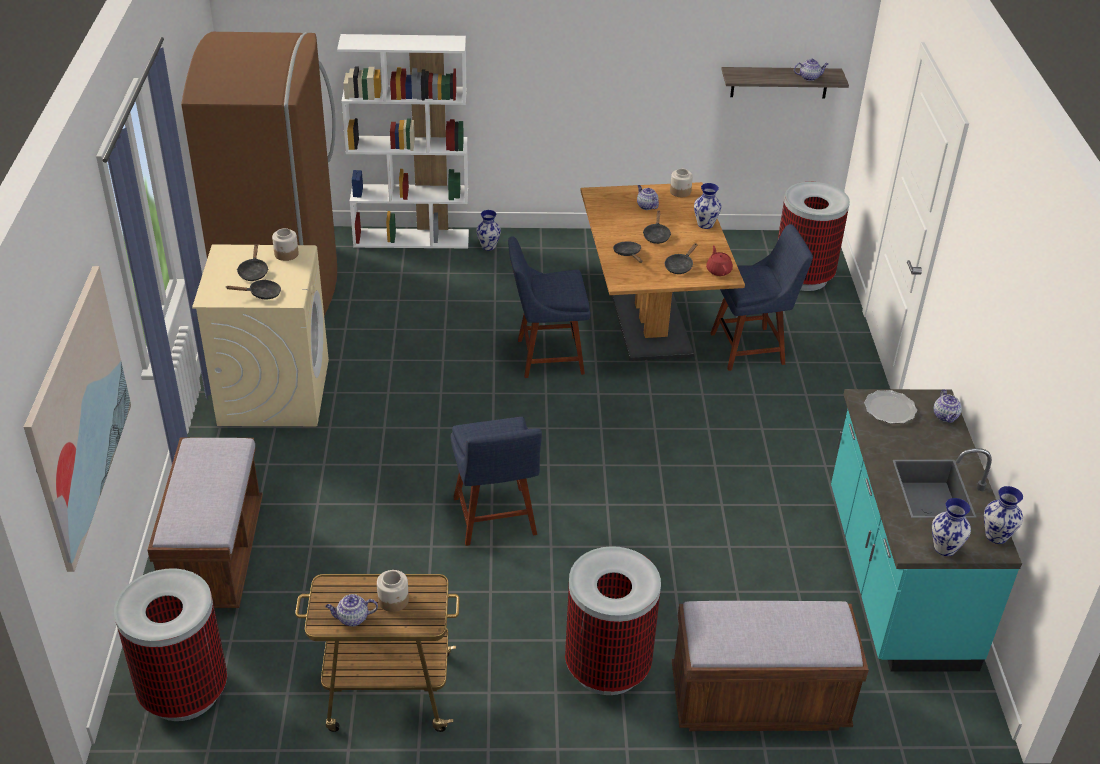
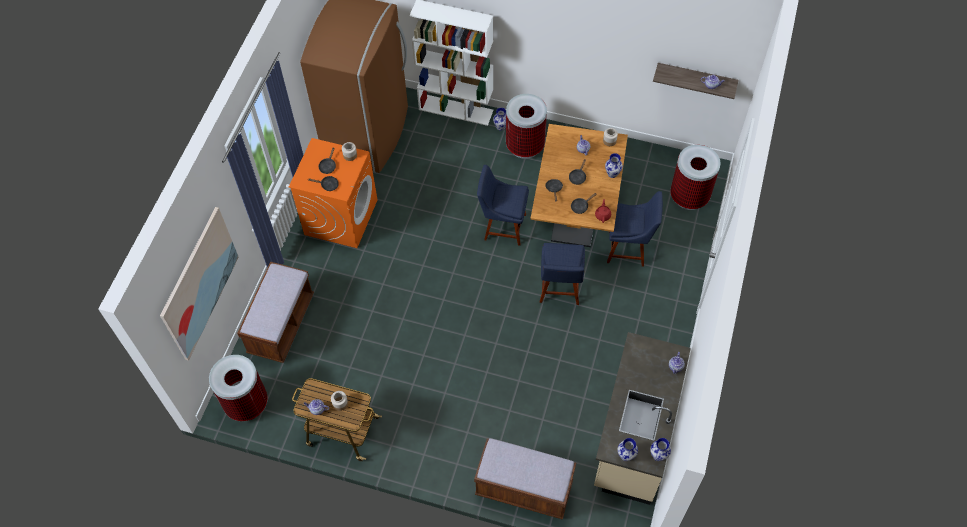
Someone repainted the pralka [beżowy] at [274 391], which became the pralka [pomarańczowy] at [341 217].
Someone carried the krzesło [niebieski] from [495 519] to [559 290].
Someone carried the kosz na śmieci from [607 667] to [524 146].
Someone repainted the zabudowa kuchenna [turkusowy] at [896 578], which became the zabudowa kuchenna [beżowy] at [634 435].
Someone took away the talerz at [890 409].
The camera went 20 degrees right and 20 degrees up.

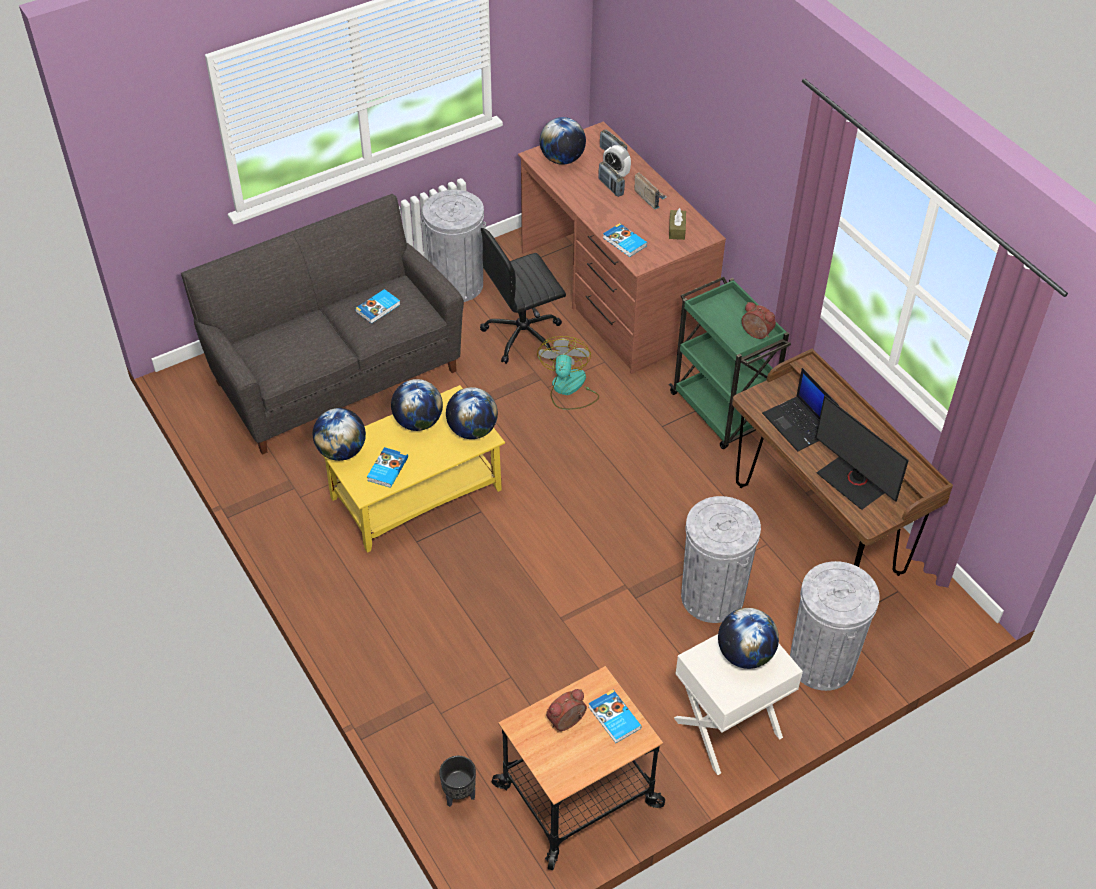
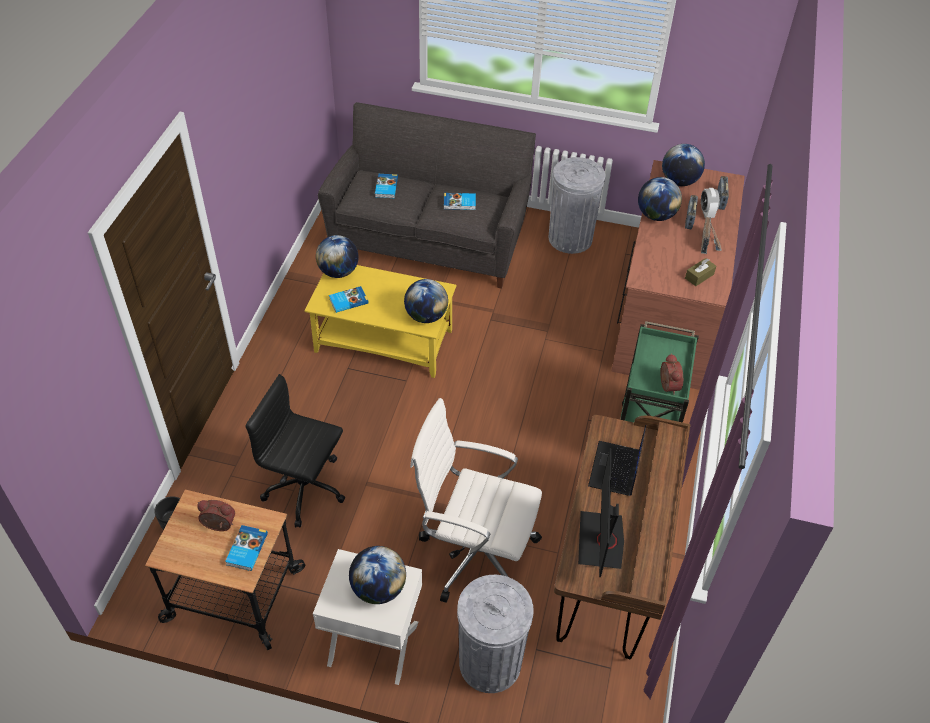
Someone carried the globus from [418 422] to [656 215].
Someone carried the krzesło biurowe [czarny] from [524 335] to [306 489].
Someone took away the wentylator at [568 389].
Someone carried the książka from [624 242] to [385 187].
Someone swapped the kosz na śmieci [szary] at [712 597] for the krzesło biurowe [biały] at [475 553].
The camera went 45 degrees right and 0 degrees up.

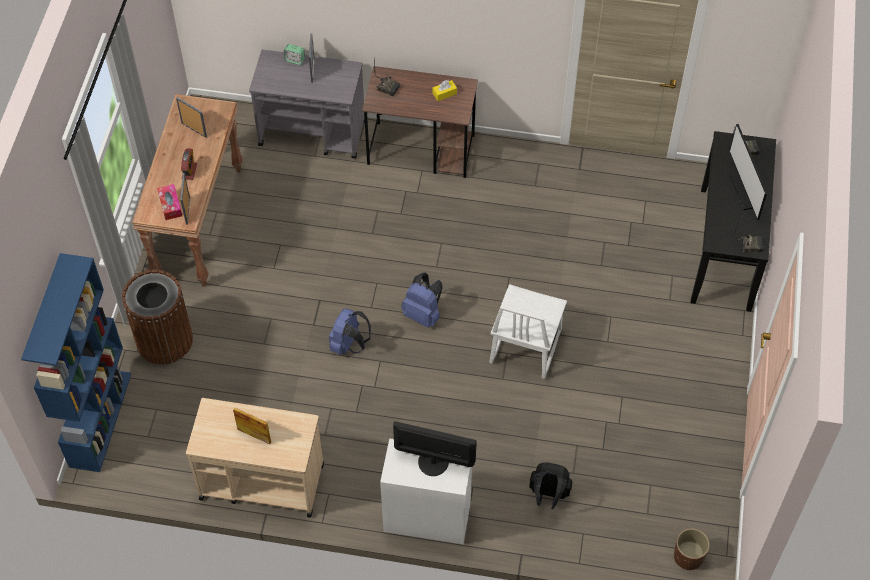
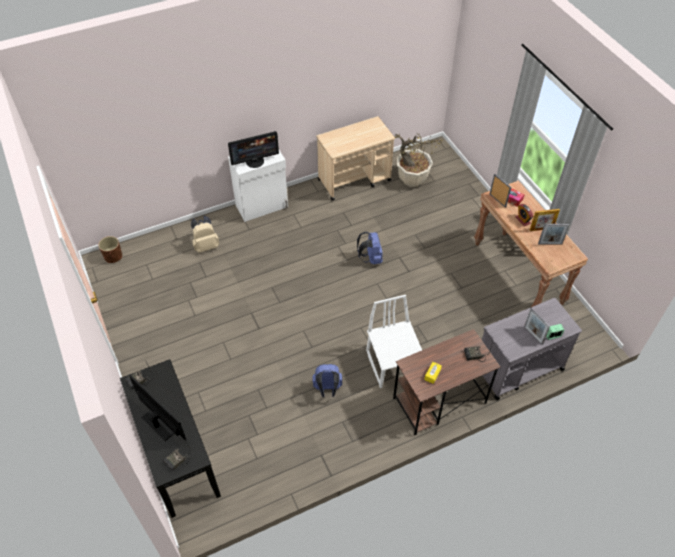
Someone took away the regał [niebieski] at [100 419].
Someone took away the kosz na śmieci [brązowy] at [164 340].
Someone carried the ramka na zdjęcie from [254 435] to [541 229].
Someone carried the plecak [niebieski] from [423 314] to [327 389].
Someone carried the krzesło [biały] from [524 346] to [393 364].
Someone repainted the plecak [czarny] at [548 495], which became the plecak [beżowy] at [206 245].
Someone put down the roślina doniczkowa at [412 178].
The camera went 145 degrees right and 5 degrees down.

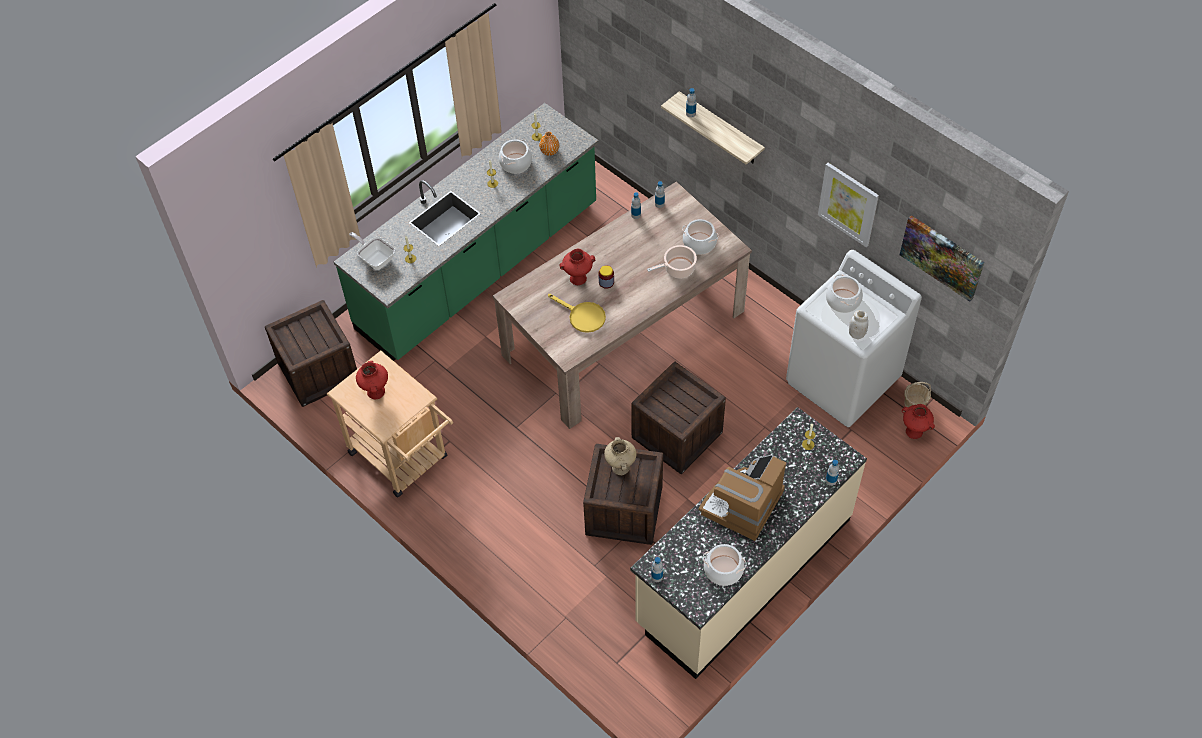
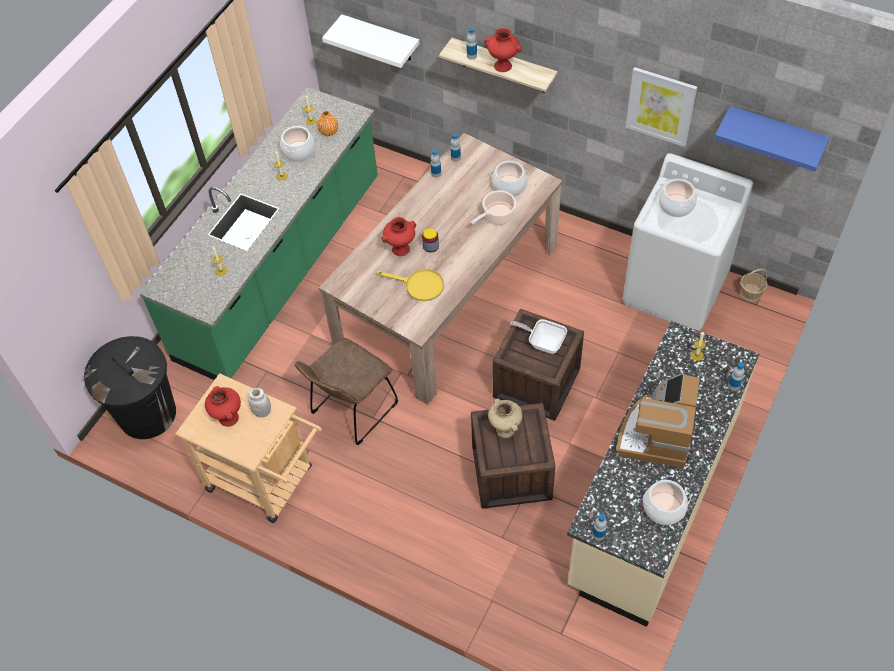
Someone swapped the skrzynka at [318 371] for the kosz na śmieci [czarny] at [147 413].
Someone carried the patelnia from [375 258] to [543 342].
Someone carried the słoik [biały] from [856 334] to [262 412].
Someone swapped the obraz at [942 257] for the półka [niebieski] at [775 133].
Someone carried the wazon [czerwony] from [914 431] to [503 65].
Someone put down the krzesło [brązowy] at [351 411].
Someone put up the półka [biały] at [381 38].
The camera went 15 degrees left and 0 degrees up.

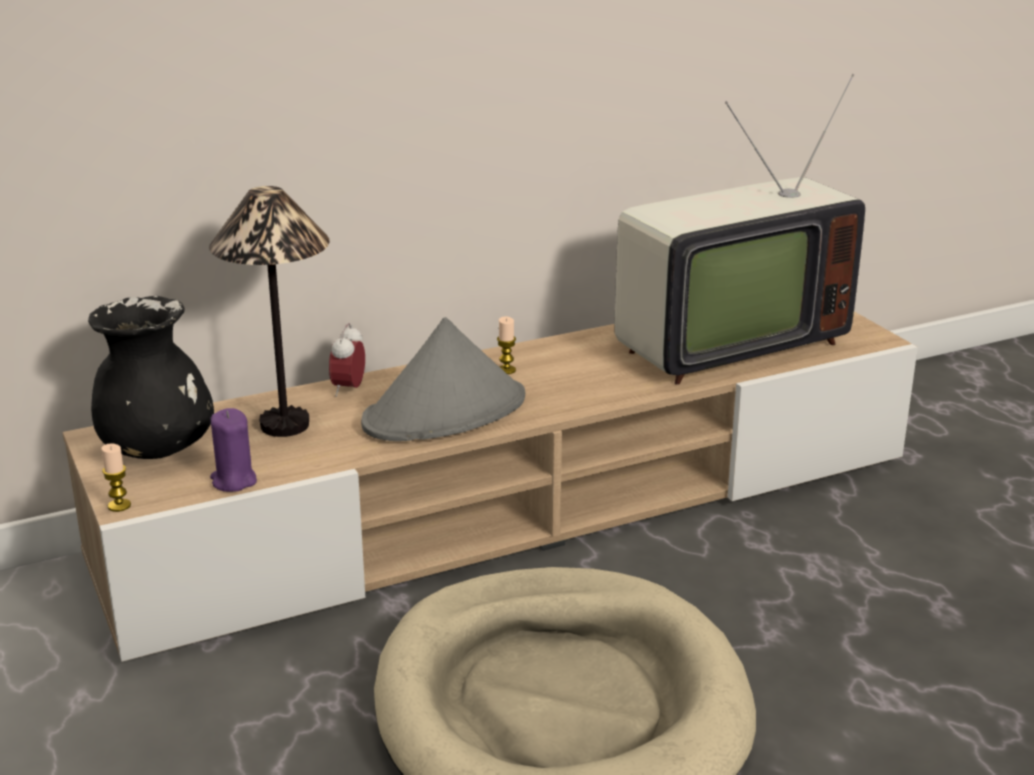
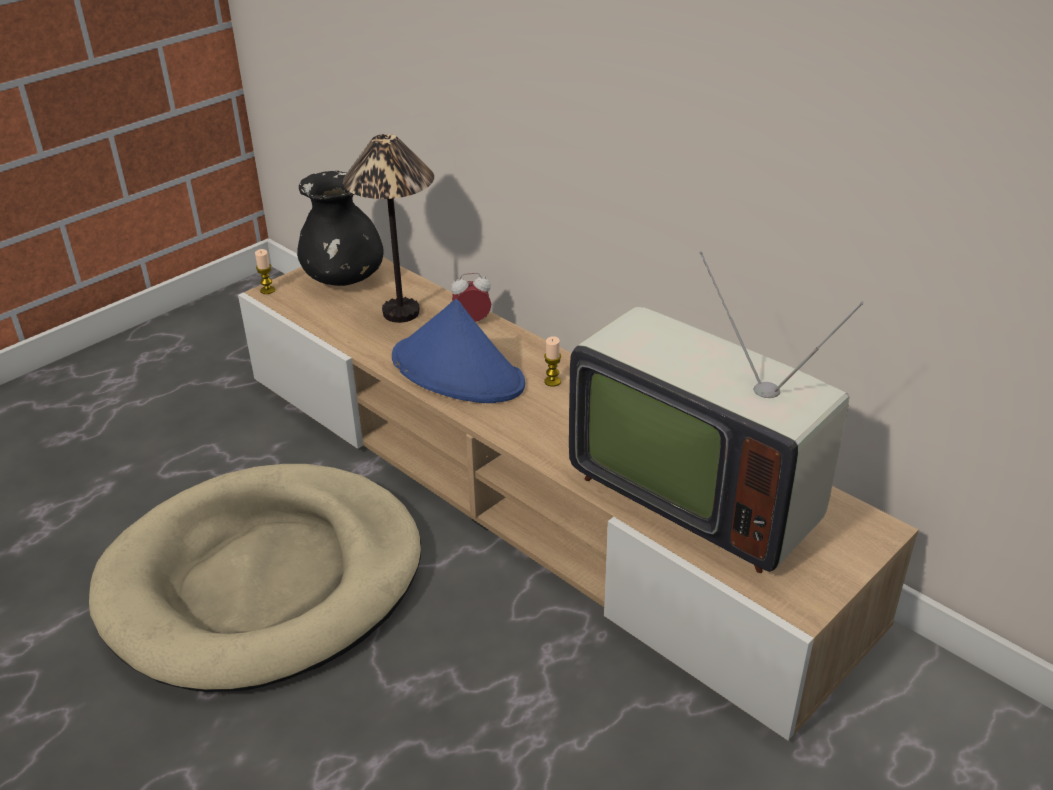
Someone took away the świeca [fioletowy] at [233 481].
Someone repainted the kapelusz [szary] at [445 412], which became the kapelusz [niebieski] at [458 372].
The camera went 70 degrees right and 10 degrees up.

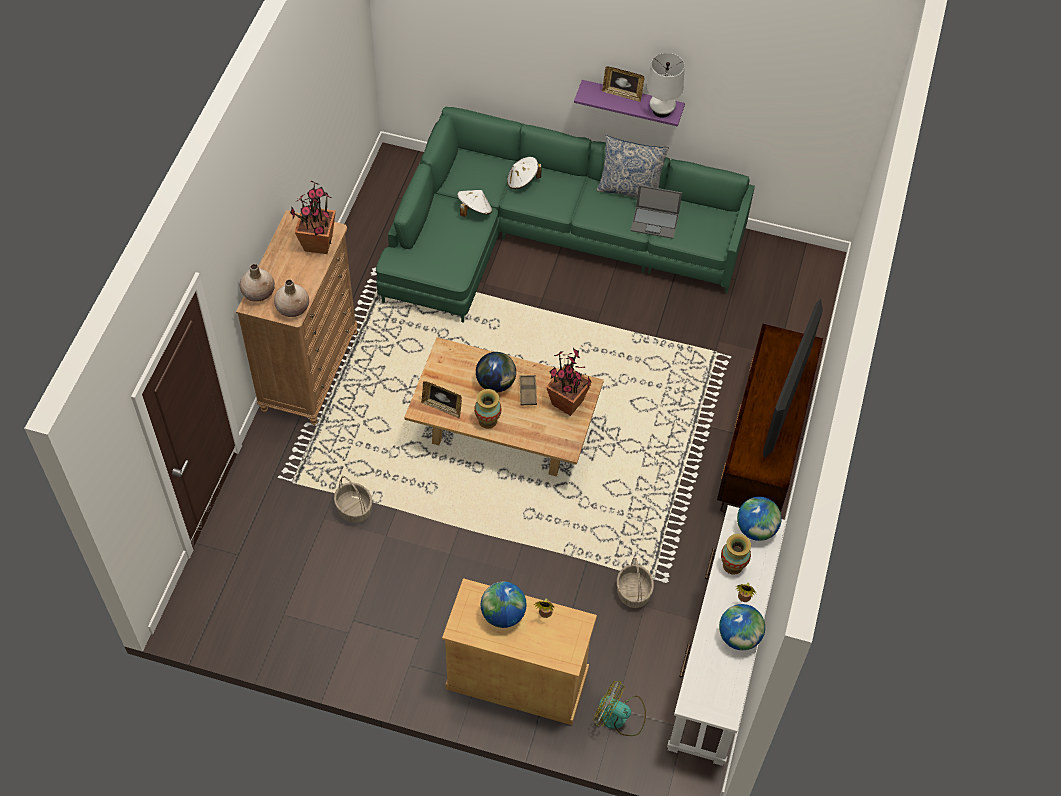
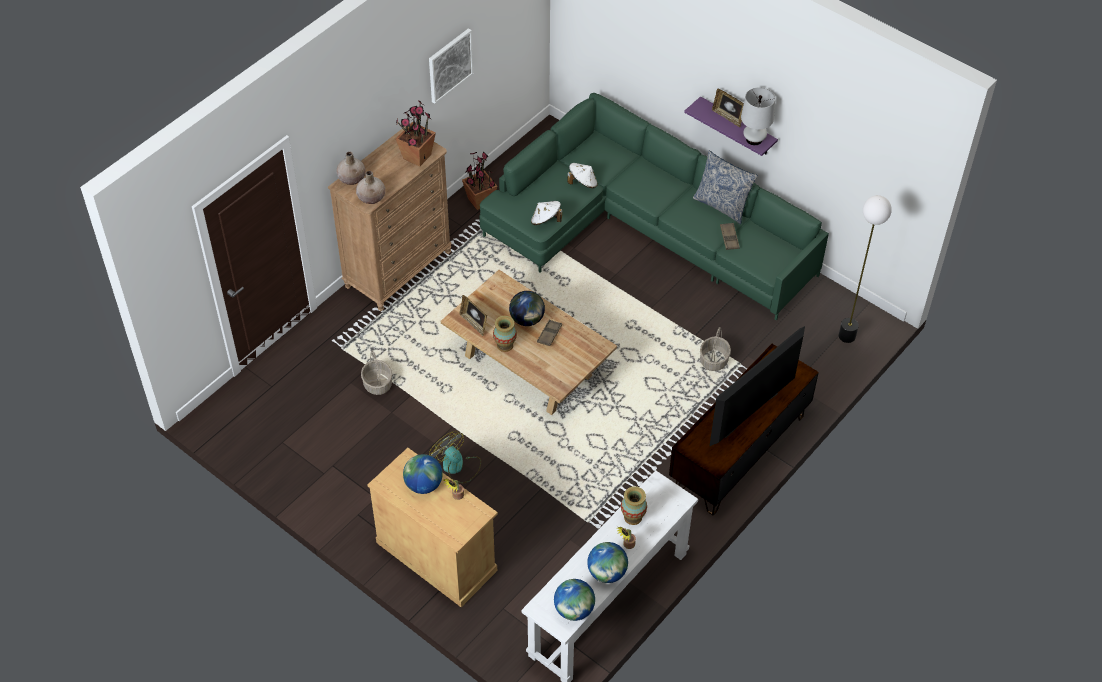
Someone carried the kapelusz [biały] from [522 181] to [545 220].
Someone carried the roślina doniczkowa from [567 403] to [480 201].
Someone carried the wentylator from [619 717] to [457 466].
Someone carried the koszyk from [634 592] to [714 361].
Someone swapped the laptop at [655 222] for the taca [brązowy] at [729 238].
Someone carried the globus from [756 529] to [574 610].
Someone put up the obraz at [450 65].
Someone put down the lampa stojąca at [847 336].
The camera went 25 degrees right and 5 degrees down.

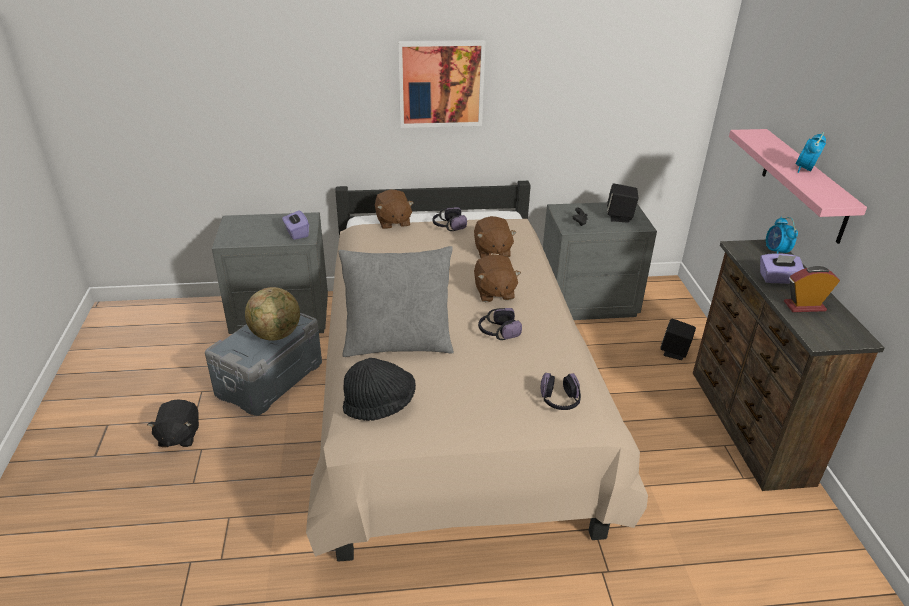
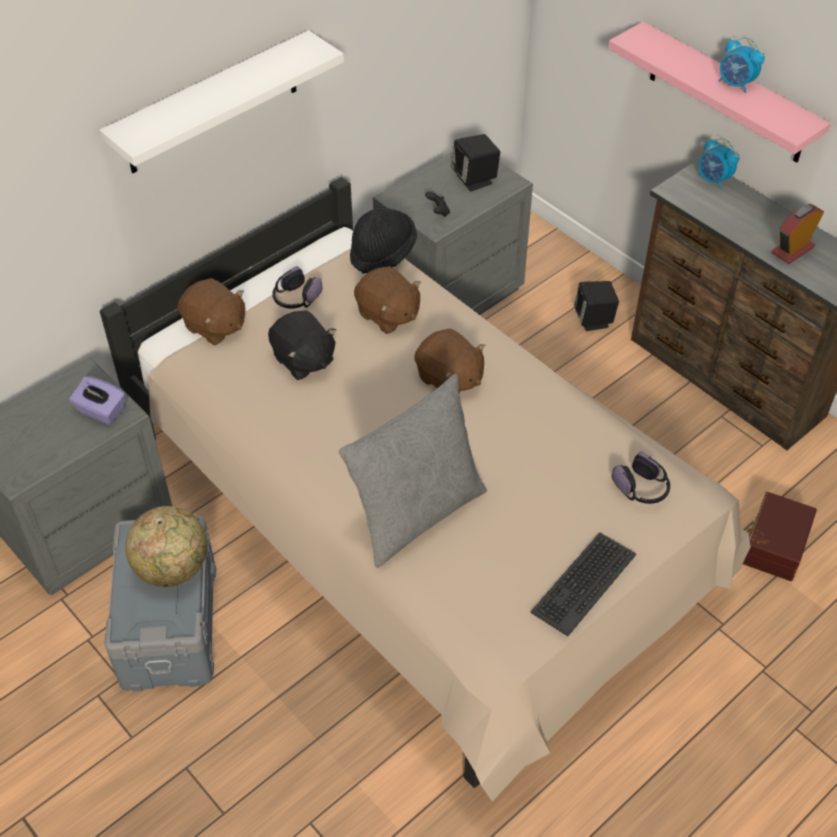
Someone carried the pluszak [czarny] from [179 436] to [303 360].
Someone carried the kapelusz [czarny] from [380 405] to [382 253].
Someone swapped the obraz at [441 84] for the półka [biały] at [212 104].
Someone took away the słuchawki at [498 332].
Someone took away the pudełko chusteczek [fioletowy] at [778 279].
Someone rotated the budzik at [805 170] by 45 degrees counterclockwise.
Someone put down the klawiatura at [583 583].
Someone put down the pojemnik do przechowywania [brązowy] at [773 544].
The camera went 35 degrees left and 15 degrees up.

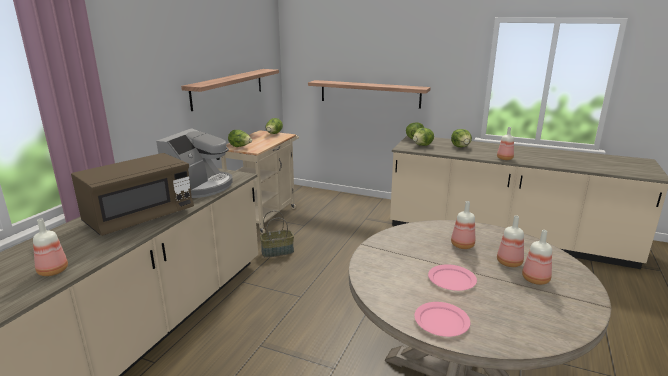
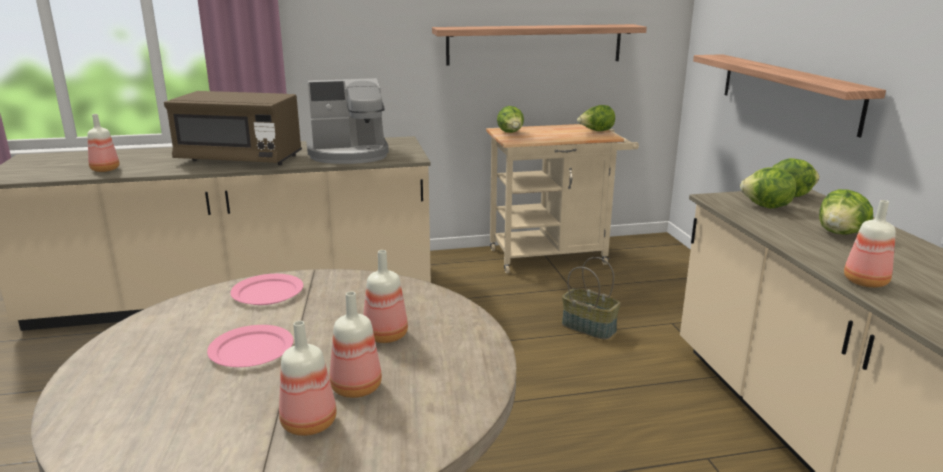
Someone carried the koszyk from [277 251] to [589 327].
Someone carried the talerz [różowy] from [441 321] to [268 292].
The camera went 55 degrees right and 0 degrees up.

